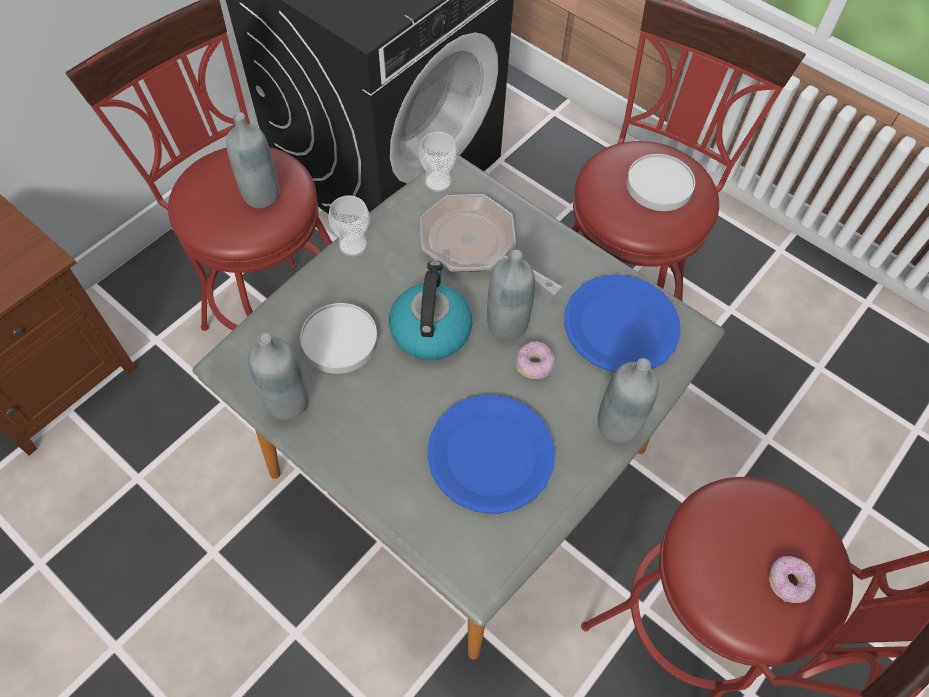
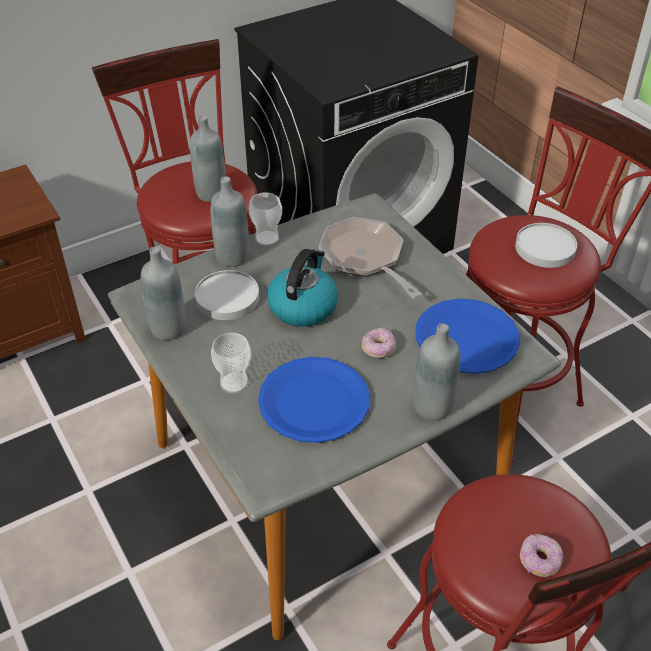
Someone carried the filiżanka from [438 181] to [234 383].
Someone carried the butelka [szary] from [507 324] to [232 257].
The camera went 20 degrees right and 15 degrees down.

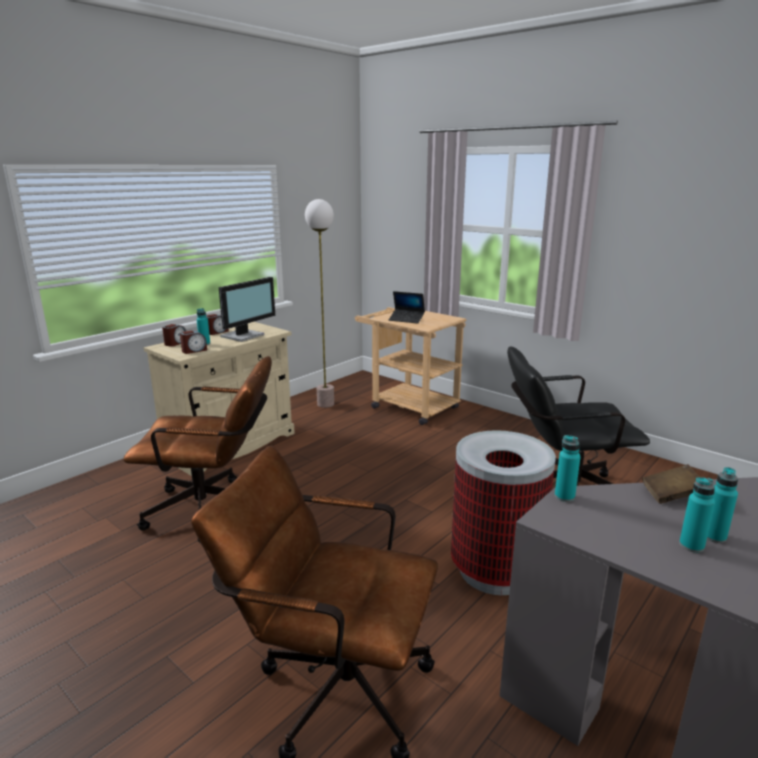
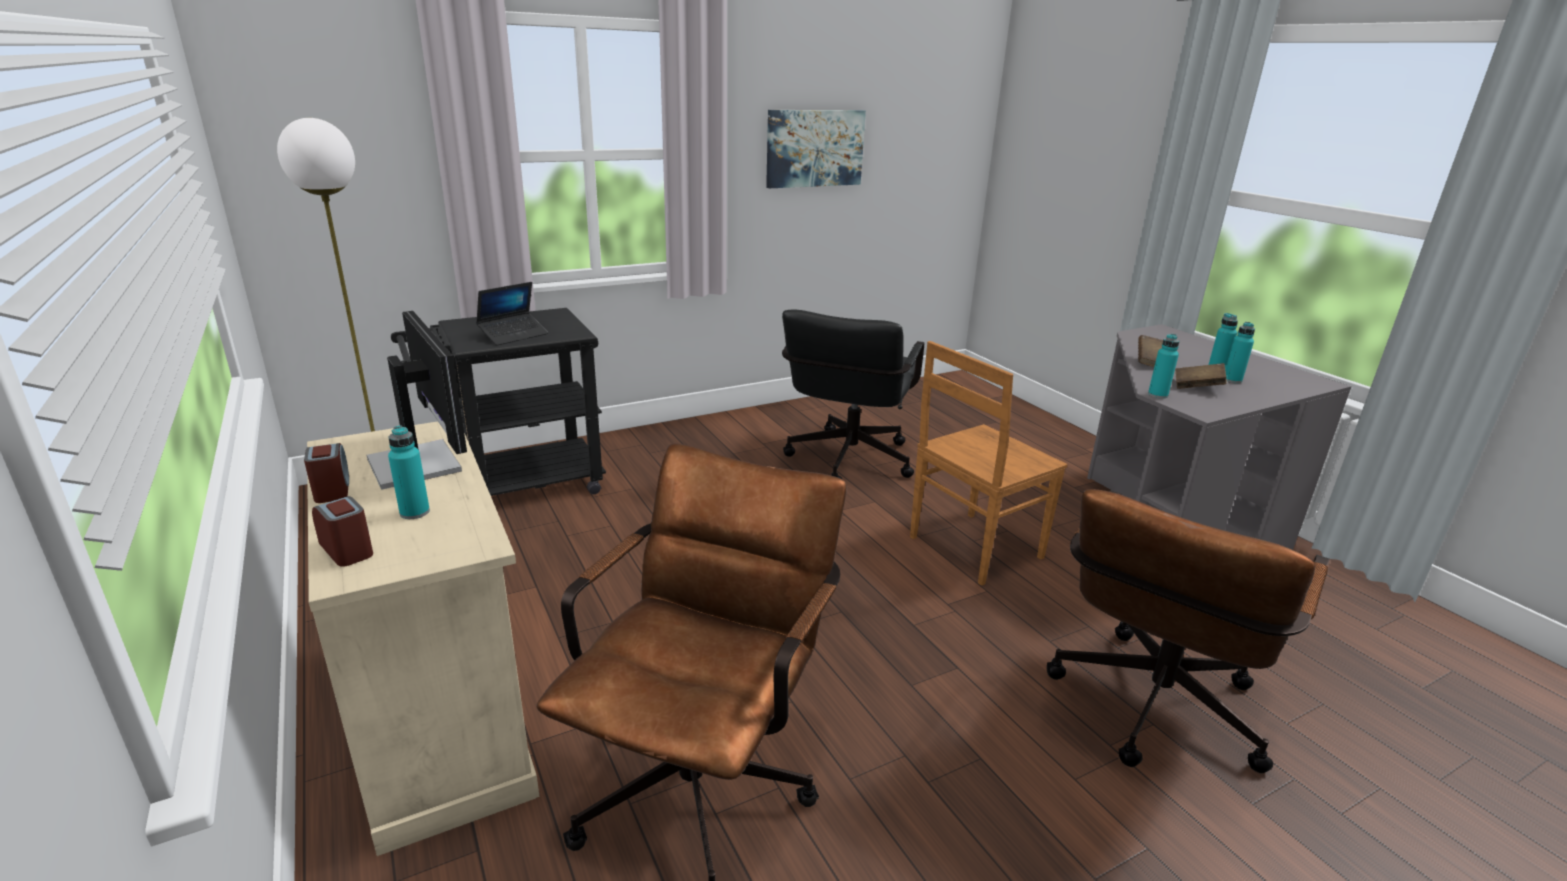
Someone took away the budzik at [194 350].
Someone repainted the wózek [beżowy] at [408 406], which became the wózek [czarny] at [516 485].
Someone swapped the kosz na śmieci at [494 570] for the krzesło [brązowy] at [972 548].
Someone put up the obraz at [814 148].
Someone put down the książka [brązowy] at [1197 387].
The camera went 70 degrees left and 5 degrees up.

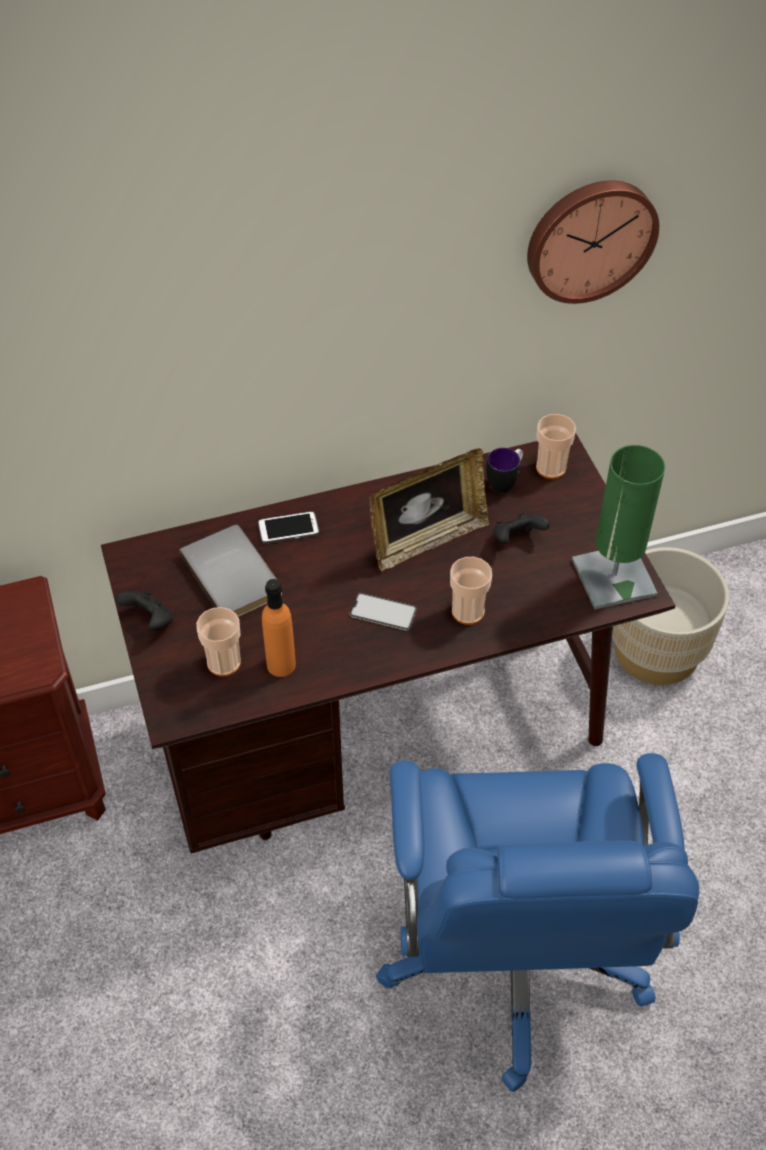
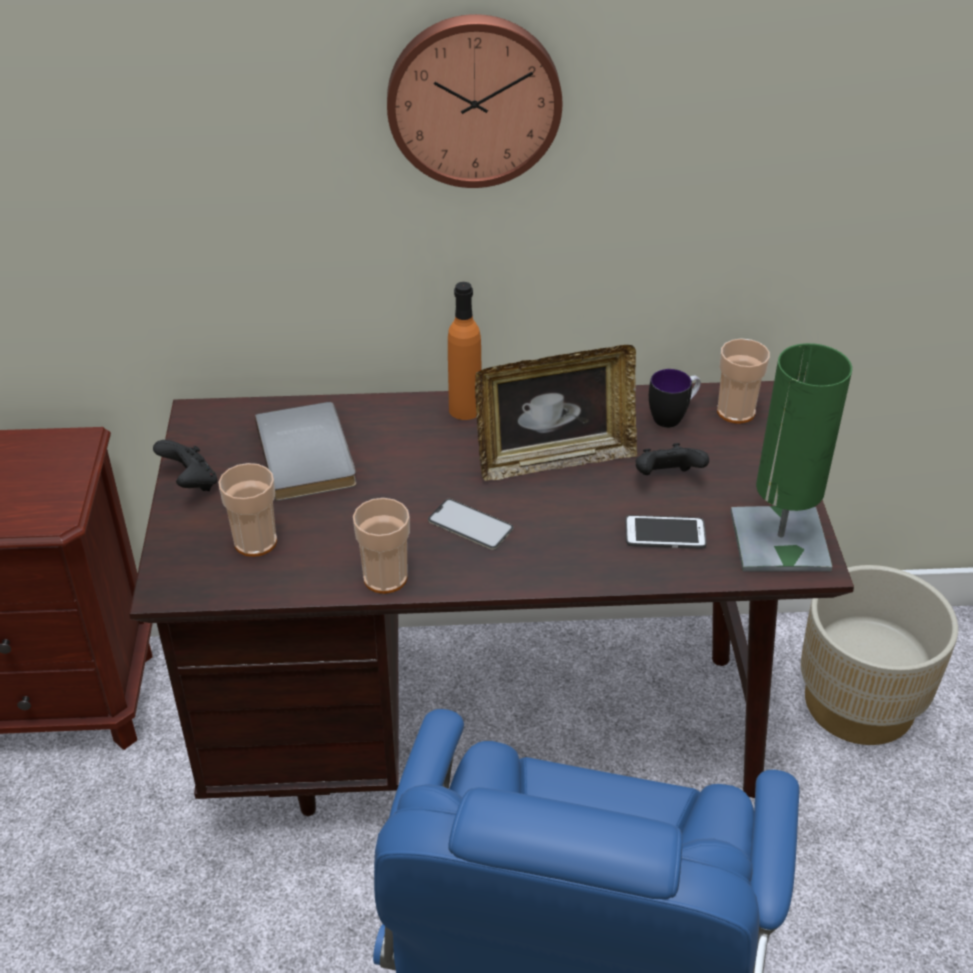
Someone carried the telefon from [288 528] to [665 534].
Someone carried the butelka [pomarańczowy] from [281 664] to [465 409].
Someone carried the filiżanka from [468 611] to [385 578].
Someone carried the zegar ścienny from [589 238] to [474 99].
The camera went 15 degrees right and 10 degrees down.

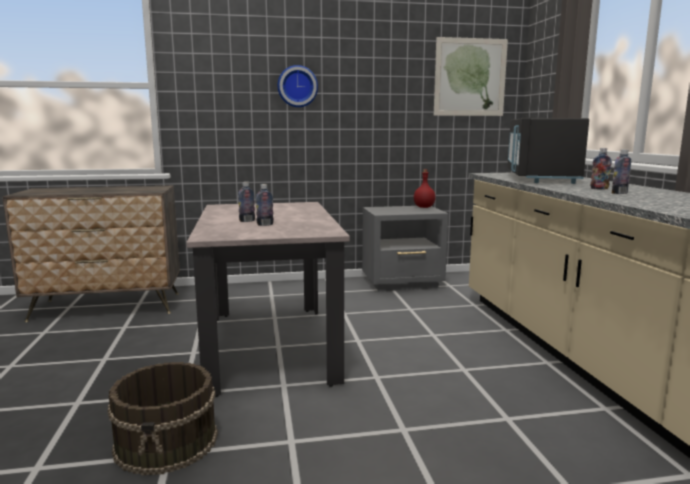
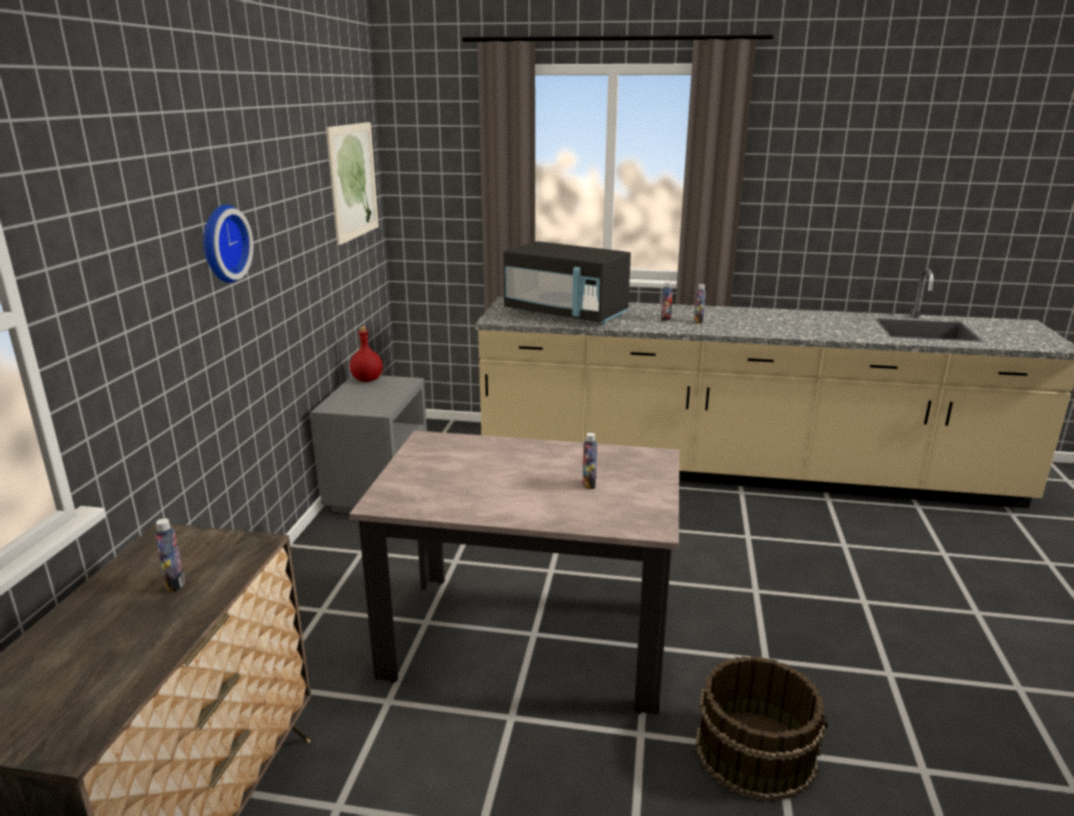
Someone carried the butelka from [247 221] to [175 584].
The camera went 70 degrees left and 10 degrees up.

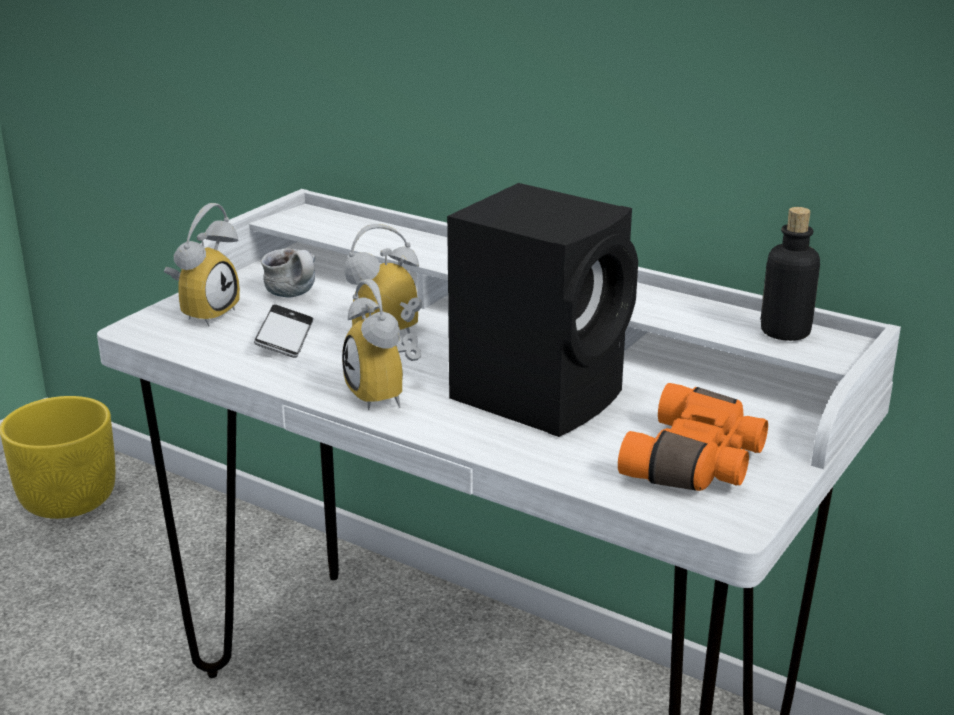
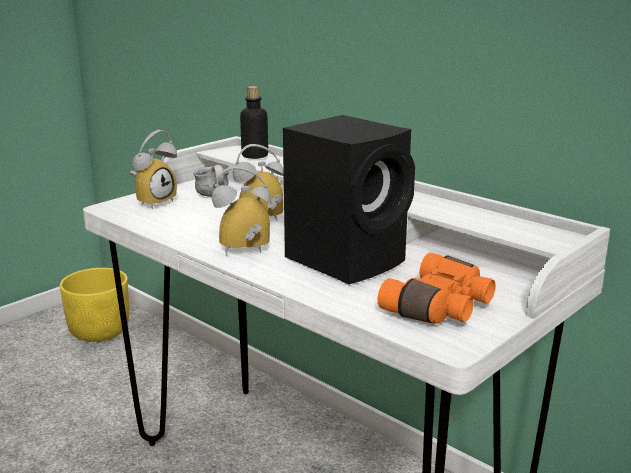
Someone took away the telefon at [284 338].
Someone rotated the budzik at [386 395] by 90 degrees clockwise.
Someone carried the butelka from [785 332] to [255 156].
The camera went 10 degrees right and 5 degrees down.

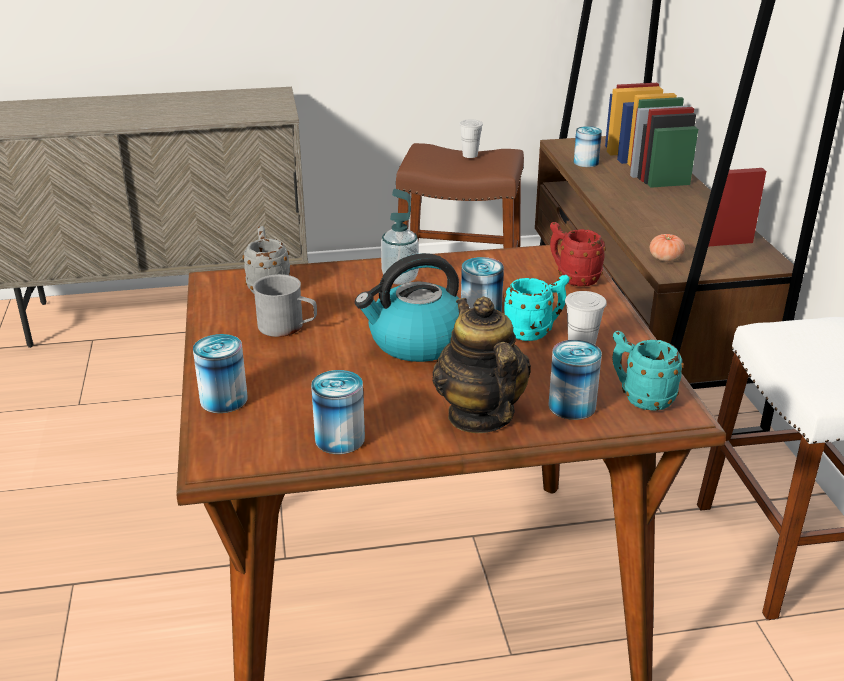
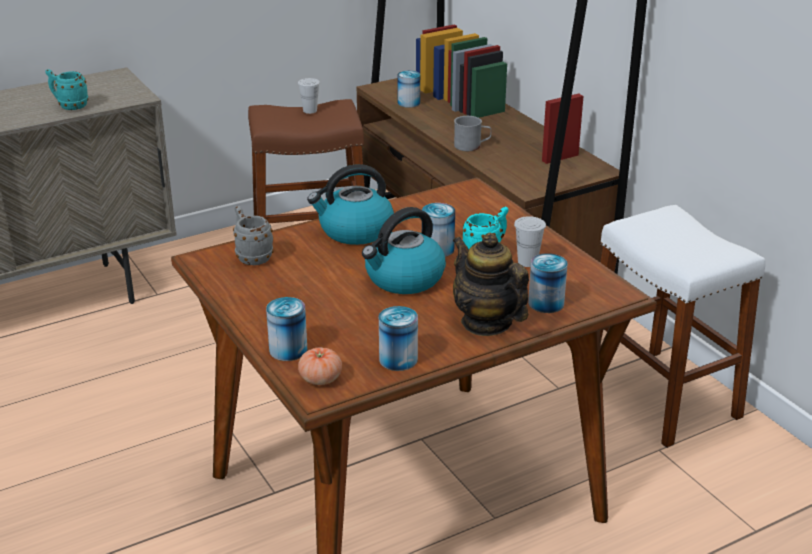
Someone carried the kubek [szary] from [287 327] to [472 146].
Someone swapped the dozownik mydła at [400 278] for the czajnik at [354 231].
Someone took away the kubek [czerwony] at [572 278].
Someone carried the kubek [turkusowy] from [640 397] to [69 106].
Someone carried the pomidor from [665 258] to [320 379].
The camera went 20 degrees left and 0 degrees up.

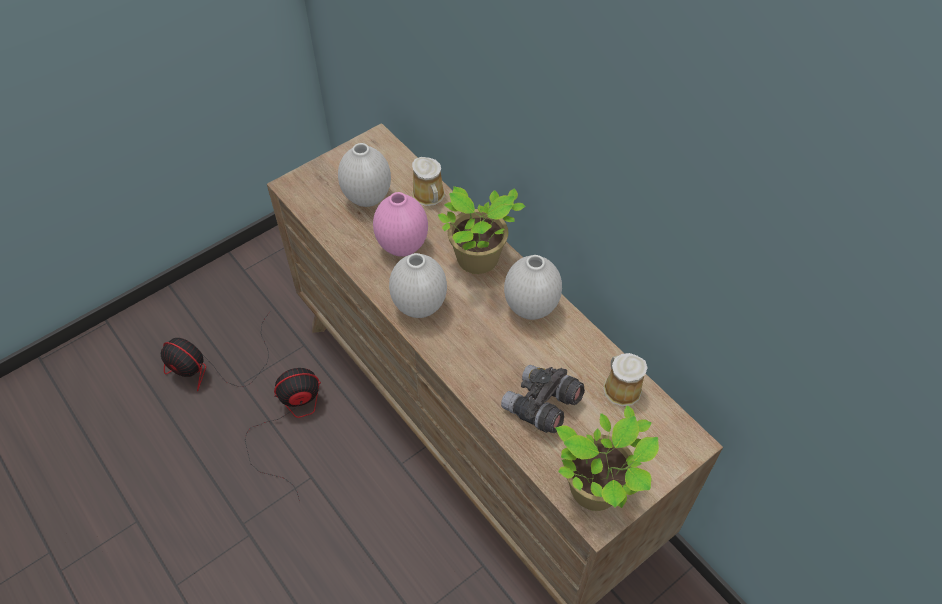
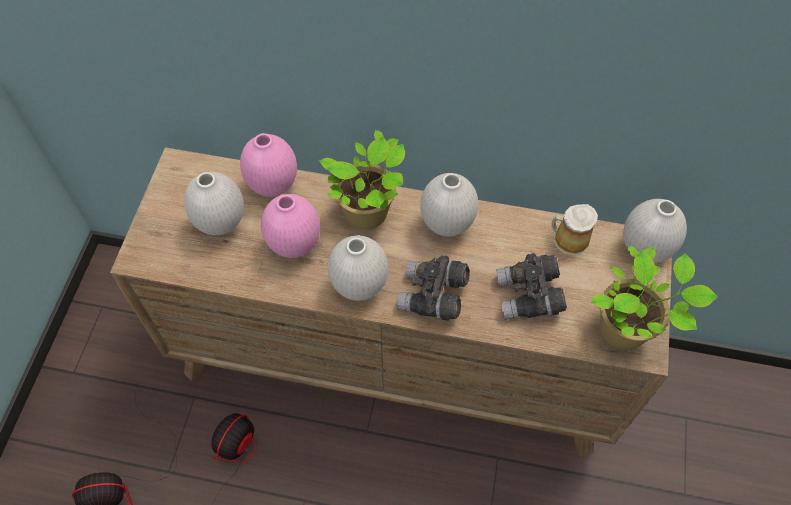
Someone swapped the kubek at [429 196] for the wazon [różowy] at [274 186].
Someone put down the lornetka [szary] at [433 297].
Someone put down the wazon [biały] at [644 249].
The camera went 40 degrees left and 5 degrees up.

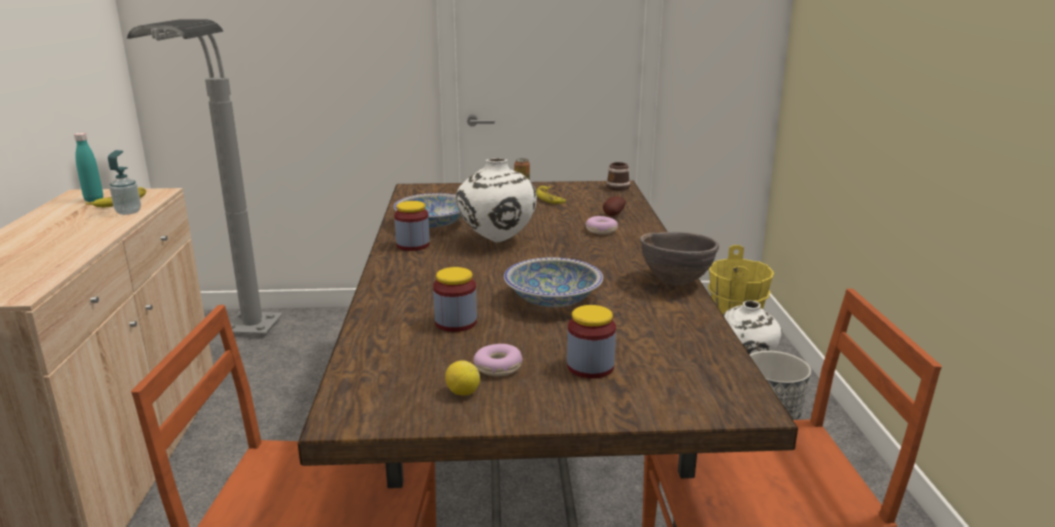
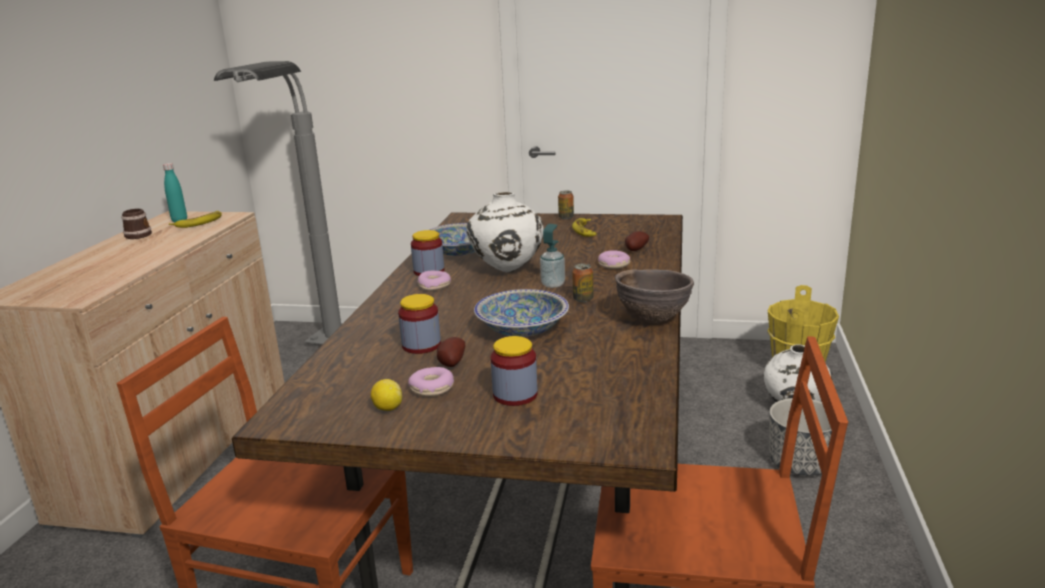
Someone carried the dozownik mydła from [128 212] to [553 284].
Someone carried the kubek from [616 186] to [139 234].
Someone put down the donut at [434 286].
Someone put down the ziemniak at [450 364].
Someone put down the puszka at [583 299].
The camera went 15 degrees right and 0 degrees up.

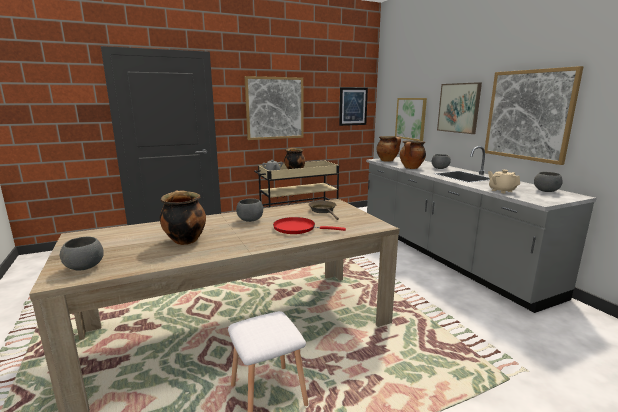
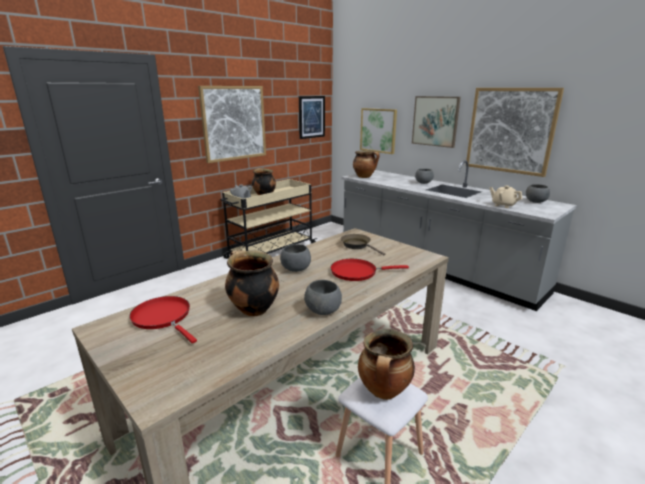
Someone carried the miska [szary] from [84 268] to [322 311].
Someone carried the garnek from [411 168] to [384 391].
Someone put down the patelnia [czerwony] at [163 318].
The camera went 20 degrees left and 5 degrees up.

